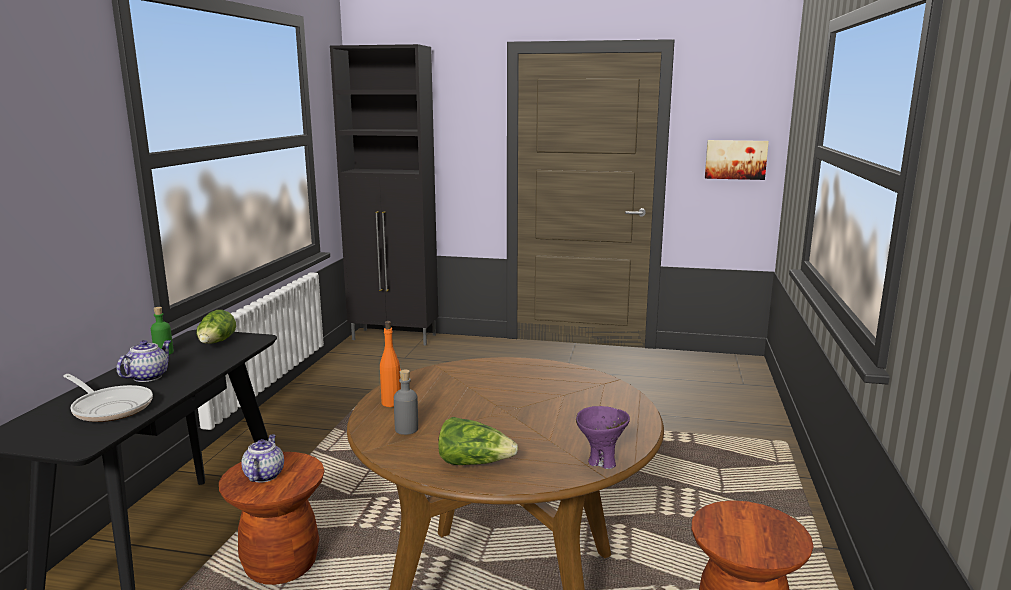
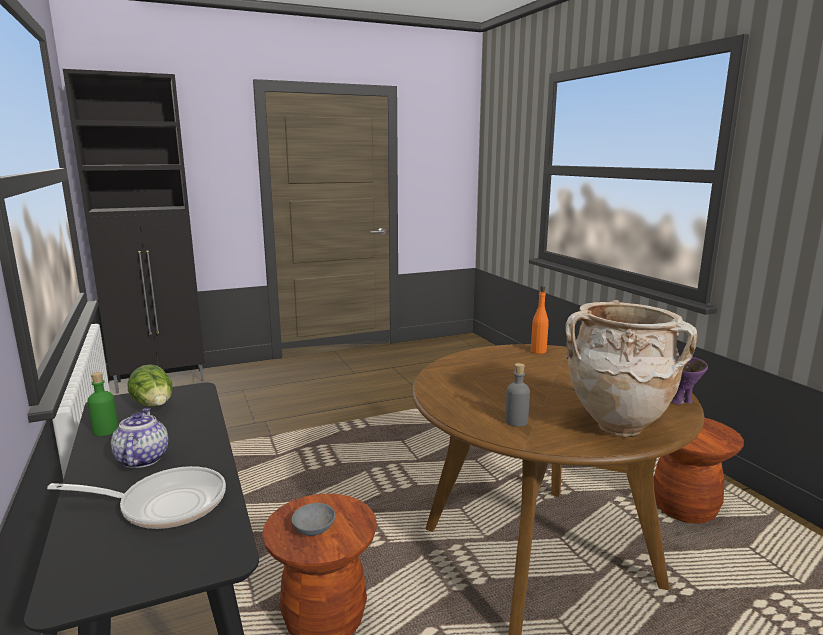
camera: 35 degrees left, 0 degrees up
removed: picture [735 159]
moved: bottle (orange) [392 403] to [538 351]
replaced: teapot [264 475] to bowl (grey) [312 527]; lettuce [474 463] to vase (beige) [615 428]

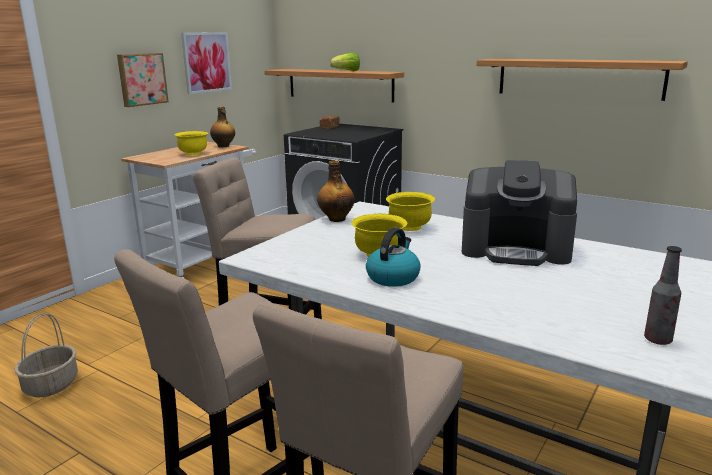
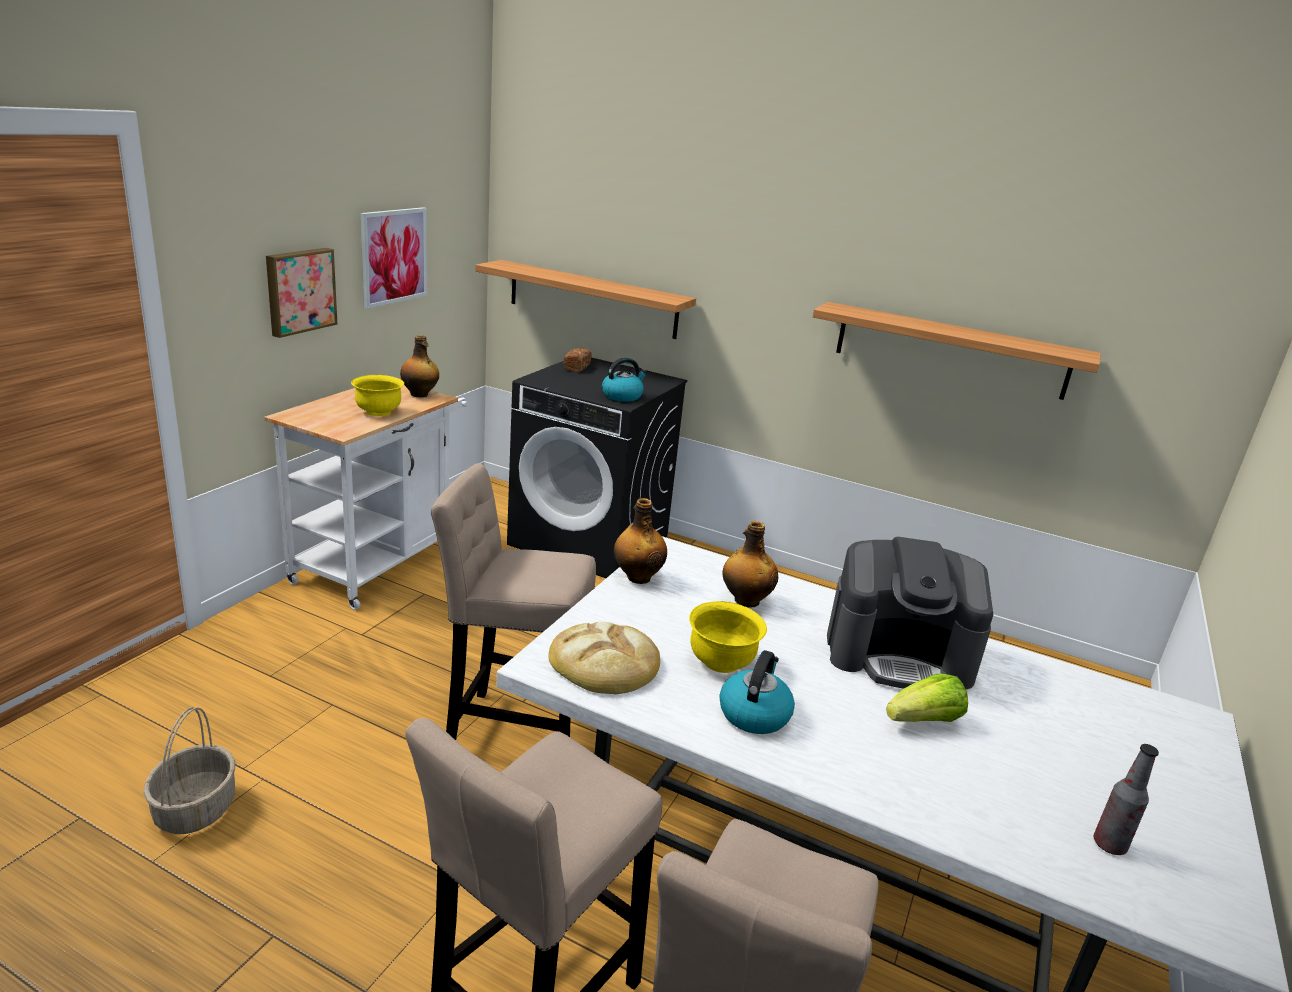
camera: 10 degrees left, 5 degrees up
added: bread [604 663]; kettle [622 396]
moved: lettuce [347 71] to [924 721]
replaced: bowl (yellow) [409 227] to bottle [745 600]

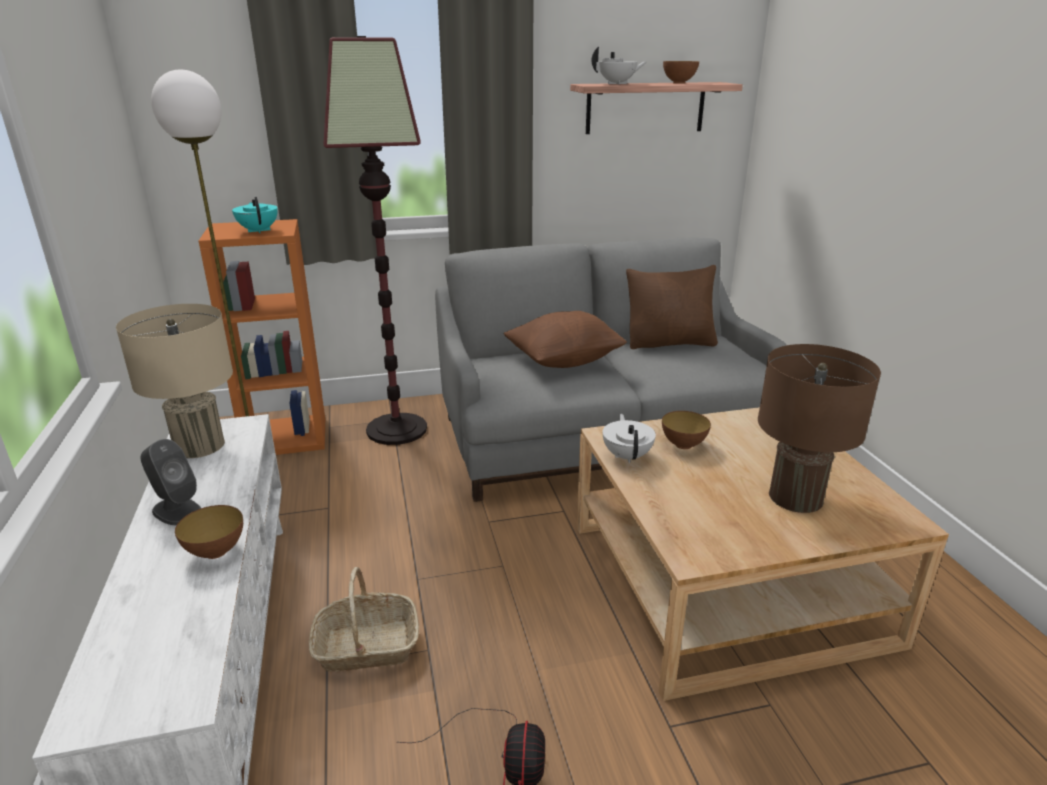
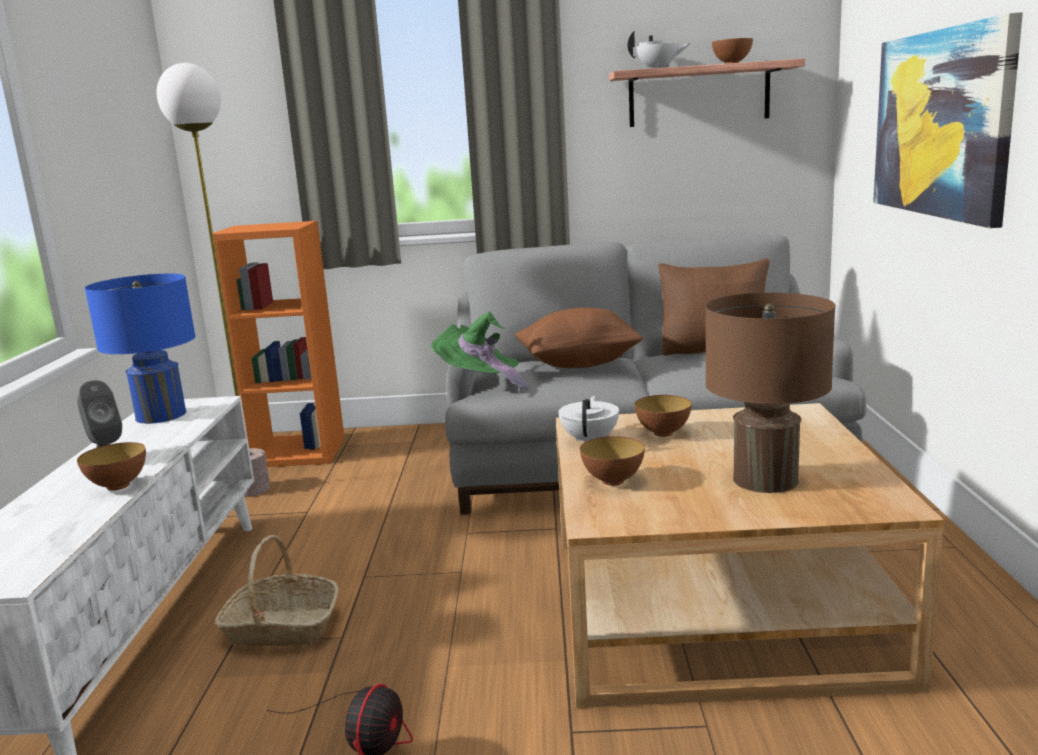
camera: 15 degrees right, 10 degrees down
removed: teapot (turquoise) [259 230]; floor lamp [397 429]
added: hat (green) [480 383]; bowl [613 481]; picture [940 123]
recoloured: table lamp (beige) [199 446] to table lamp (blue) [160 415]

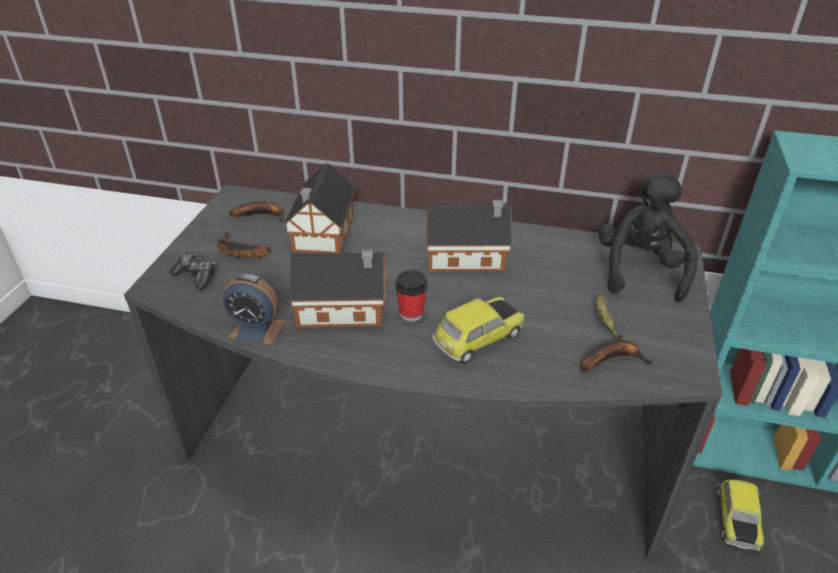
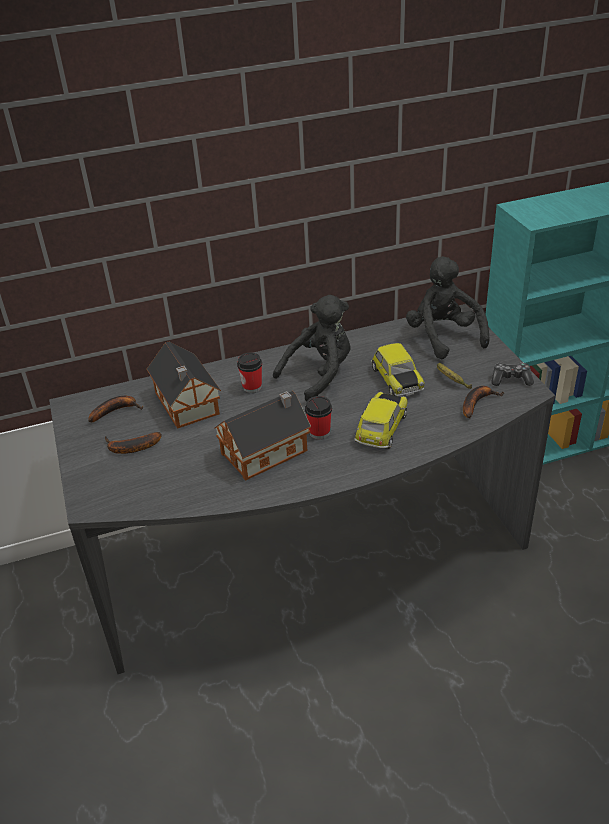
camera: 30 degrees left, 0 degrees up
removed: alarm clock [257 329]
added: cup [252 387]
moved: game controller [196 276] to [511 379]; toy car [735 519] to [396 380]
replaced: toy house [469 257] to plush toy (black) [320 375]

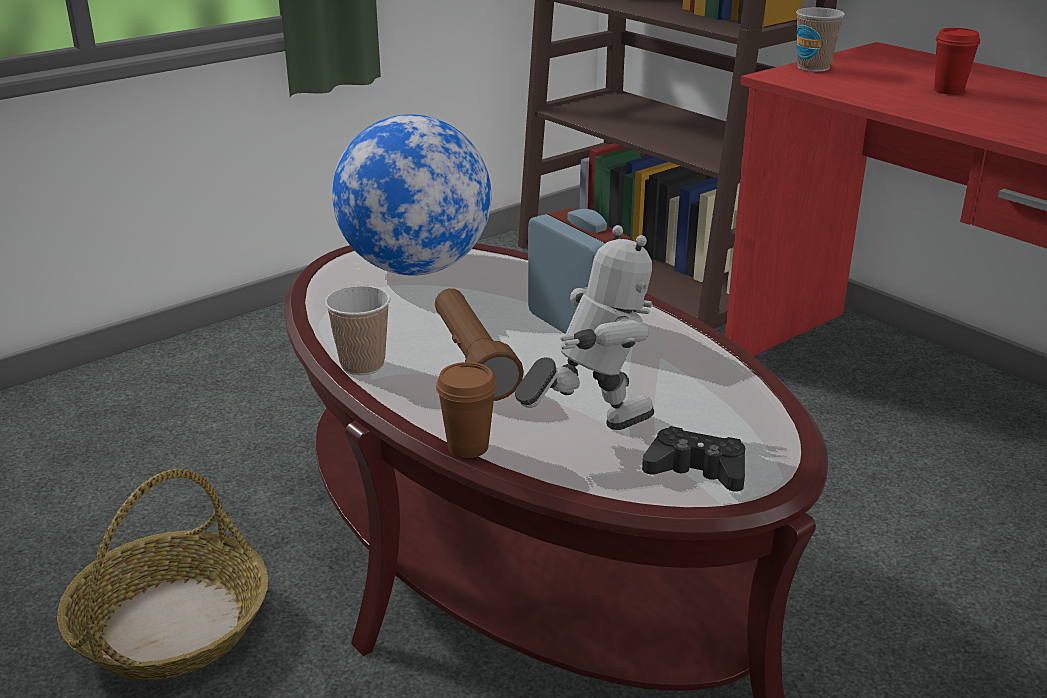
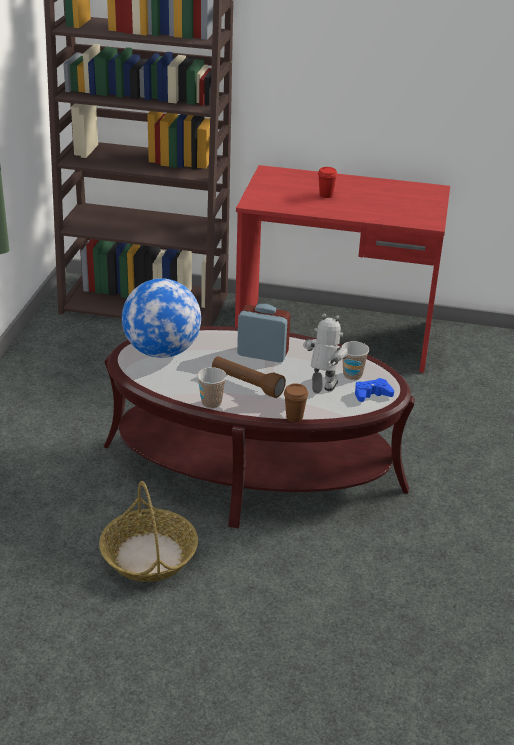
camera: 40 degrees left, 5 degrees up
moved: cup [813 67] to [352 375]
recoloured: game controller (black) [696 470] to game controller (blue) [372 394]

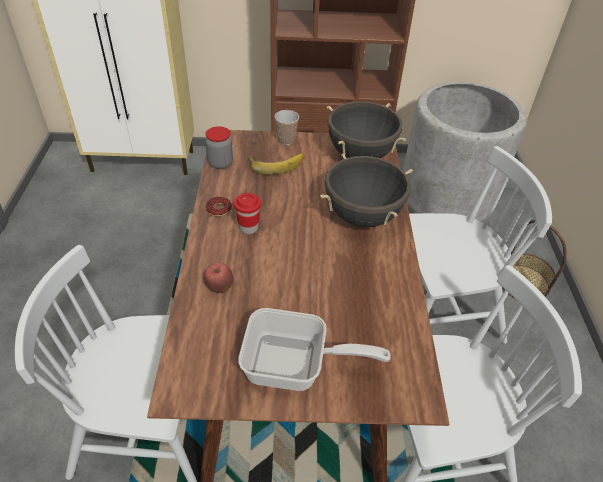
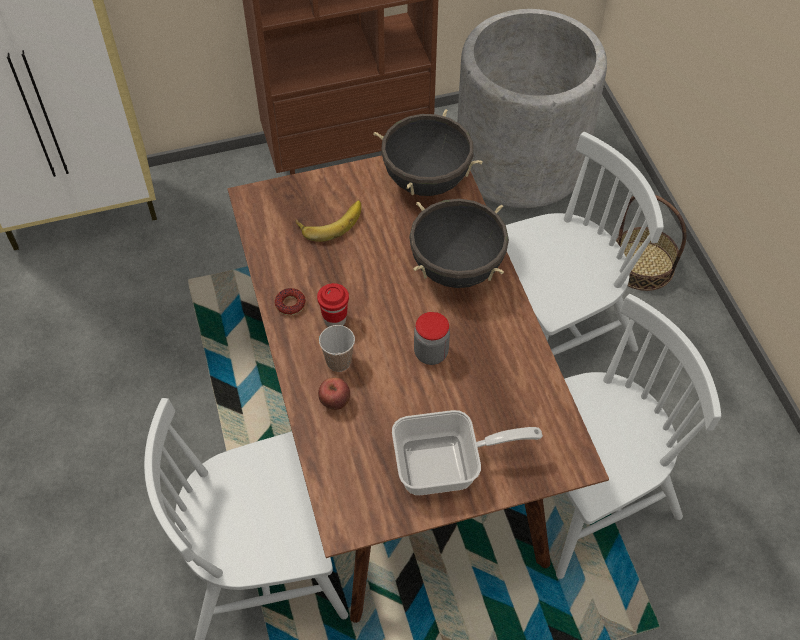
camera: 15 degrees left, 10 degrees up
moved: jar [220 163] to [431 353]; cup [286 140] to [338 362]

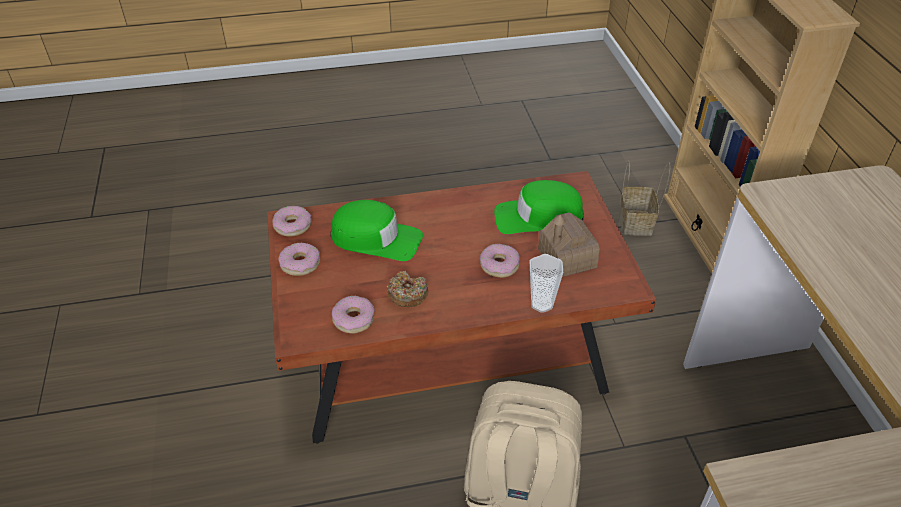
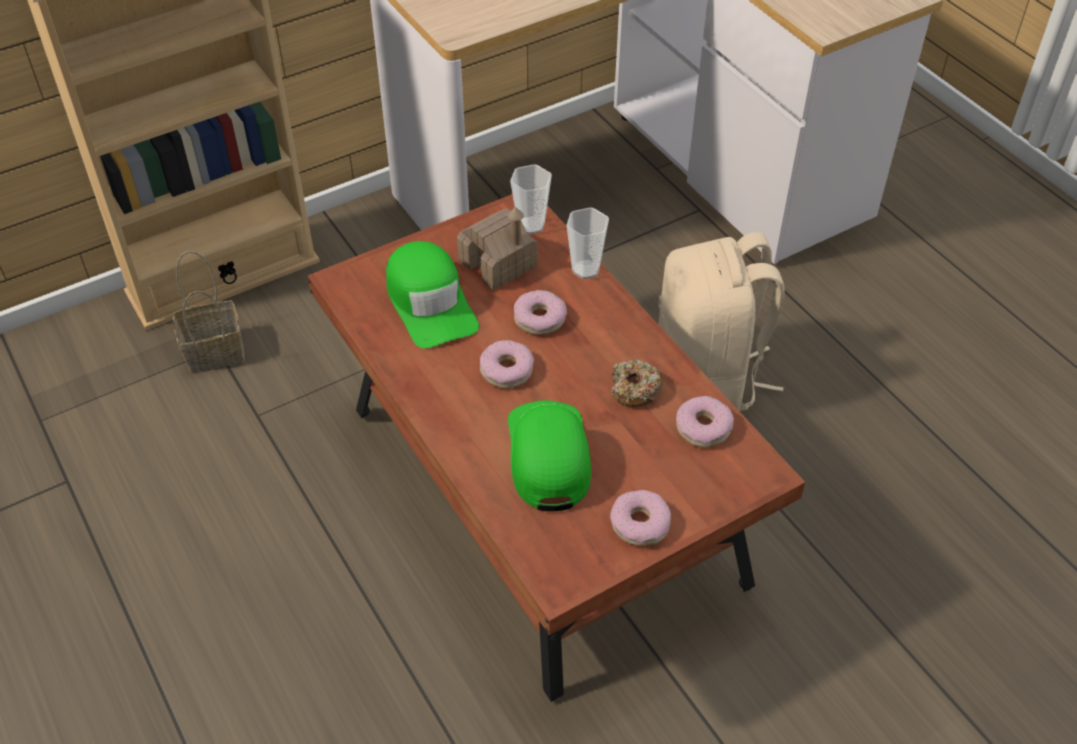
camera: 110 degrees left, 5 degrees up
added: cup [531 225]
moved: donut [292 226] to [506 370]

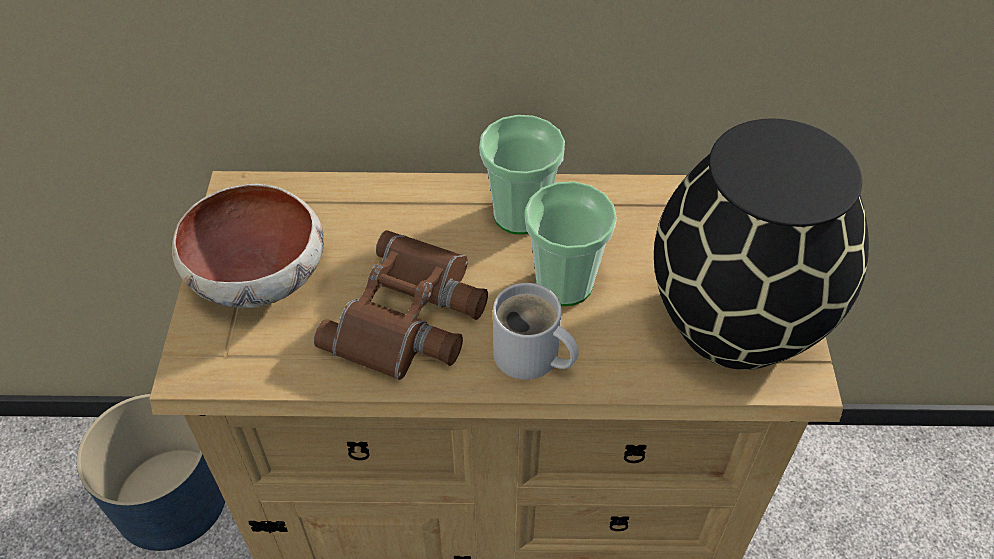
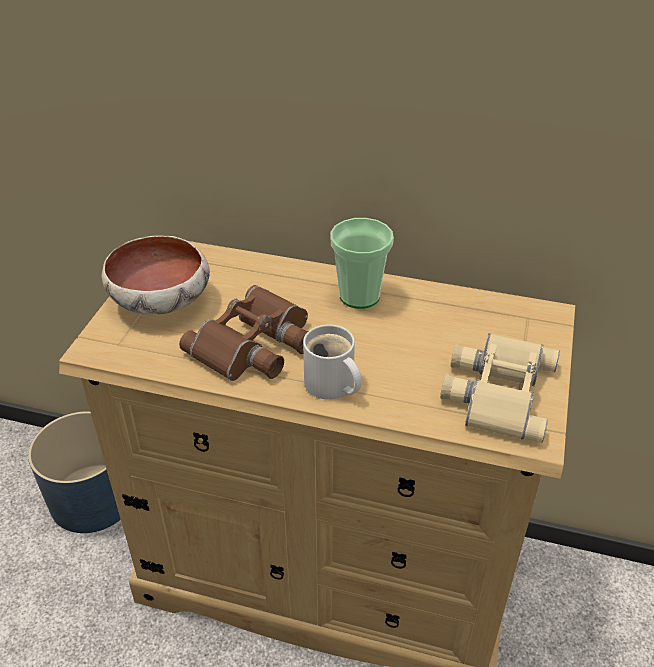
camera: 15 degrees right, 10 degrees down
removed: cup [564 284]
replaced: vase (black) [733 320] to binoculars (beige) [496 391]

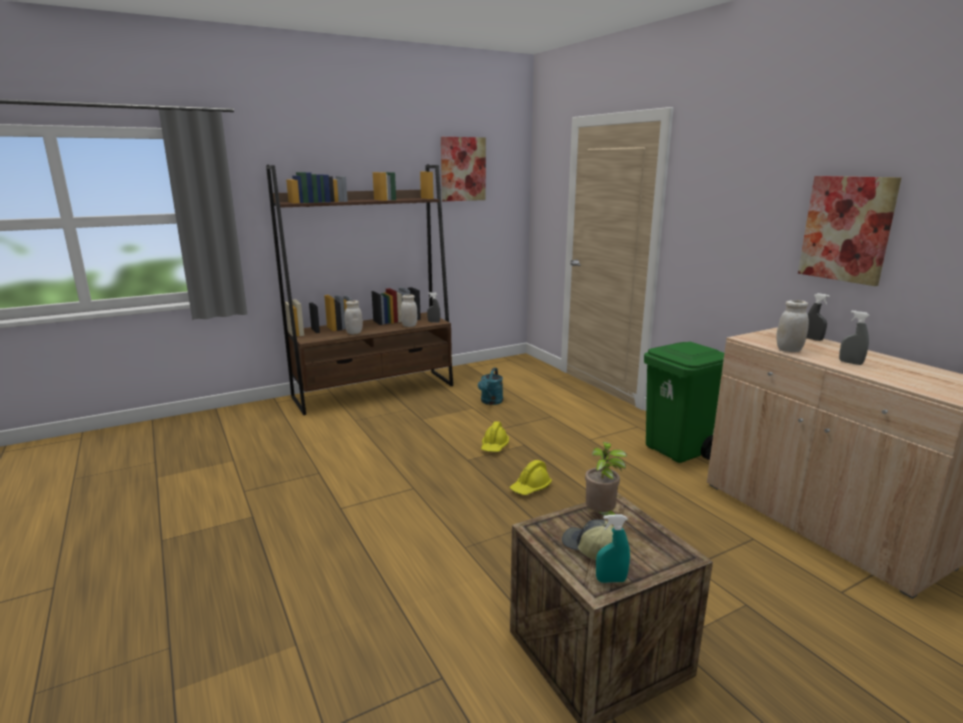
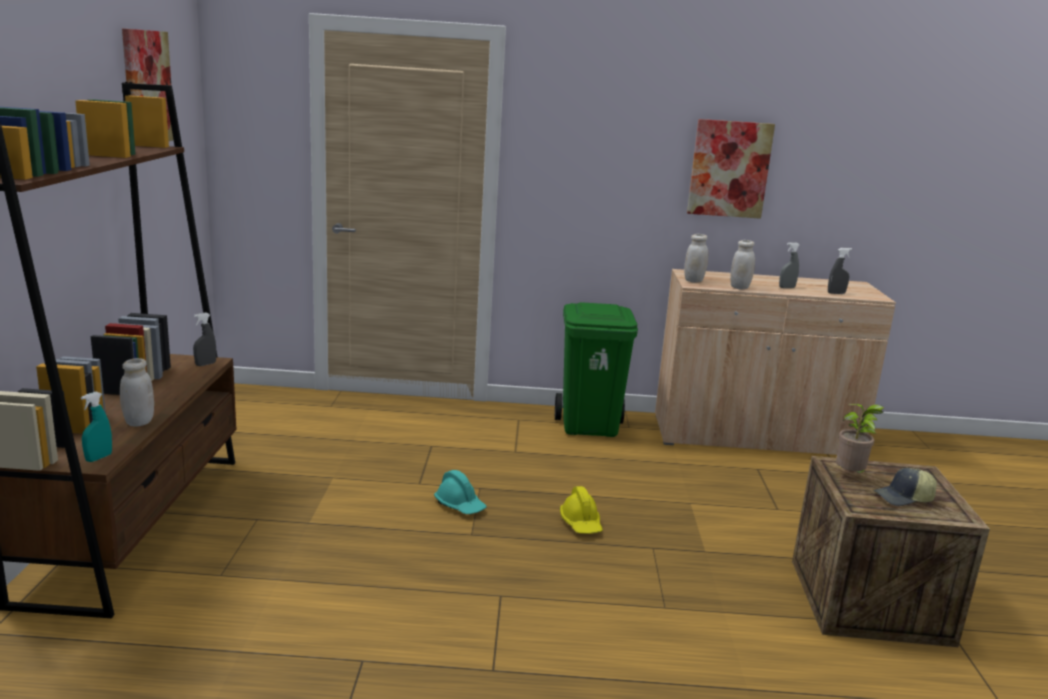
camera: 60 degrees left, 0 degrees up
removed: watering can (turquoise) [490 402]
moved: jar (white) [409 326] to [694 281]; spray bottle (turquoise) [611 580] to [98 458]; spray bottle (grey) [813 339] to [836 293]
recoloured: hard hat (yellow) [494 446] to hard hat (turquoise) [460 505]

